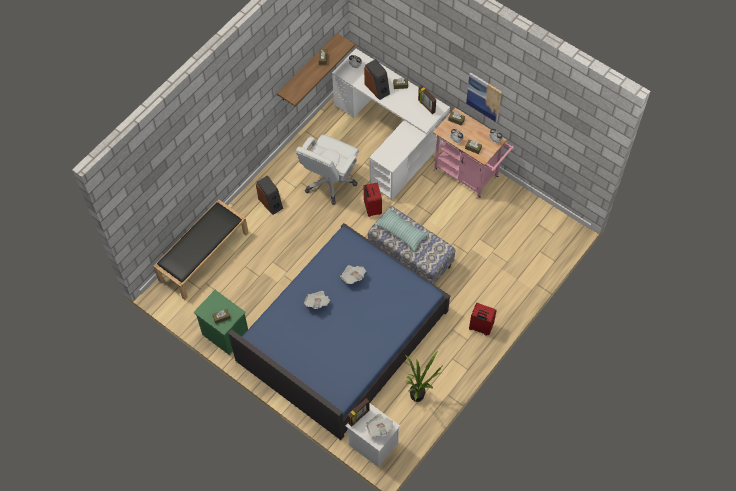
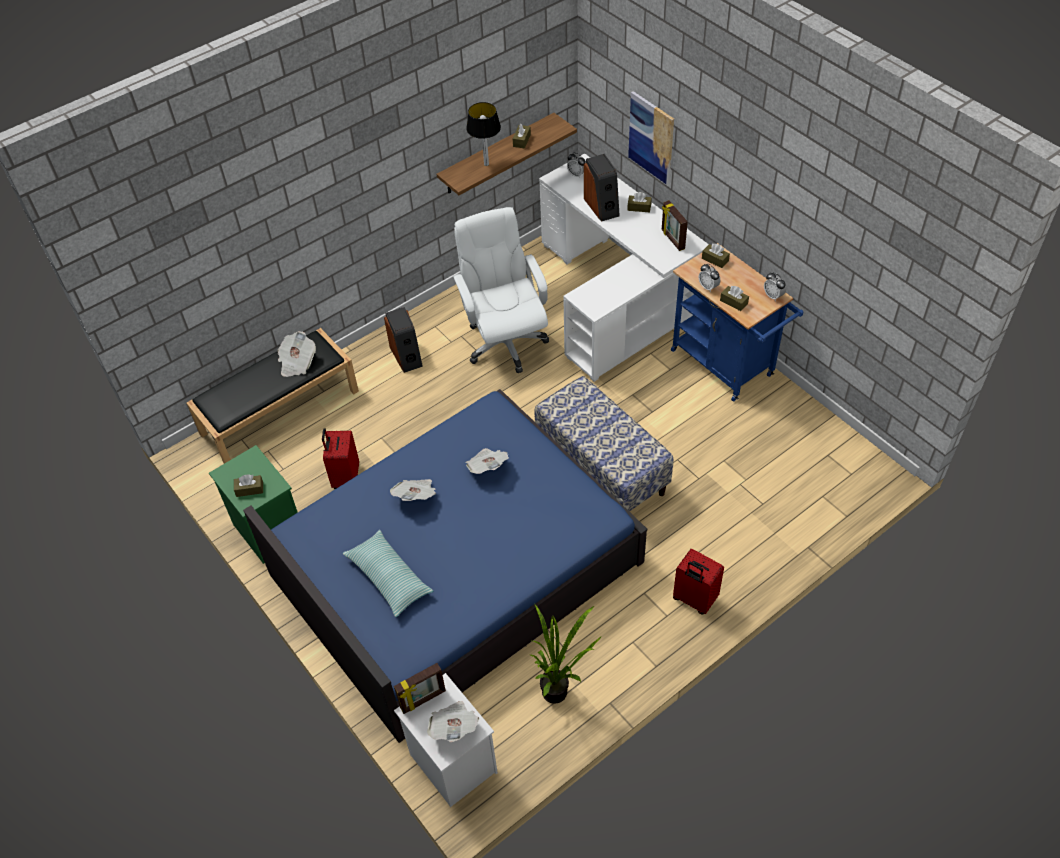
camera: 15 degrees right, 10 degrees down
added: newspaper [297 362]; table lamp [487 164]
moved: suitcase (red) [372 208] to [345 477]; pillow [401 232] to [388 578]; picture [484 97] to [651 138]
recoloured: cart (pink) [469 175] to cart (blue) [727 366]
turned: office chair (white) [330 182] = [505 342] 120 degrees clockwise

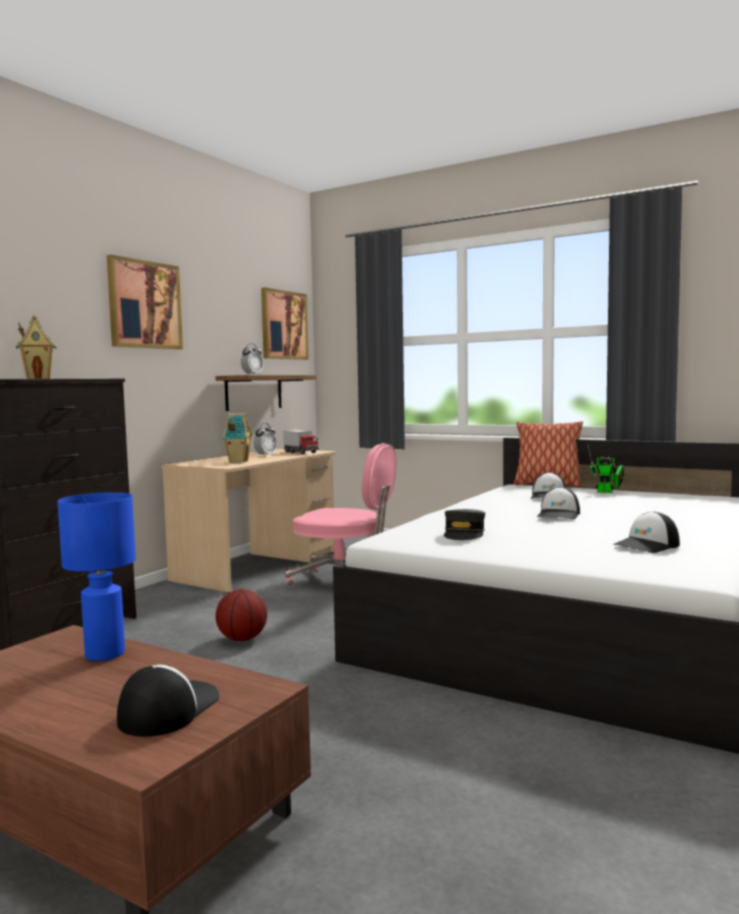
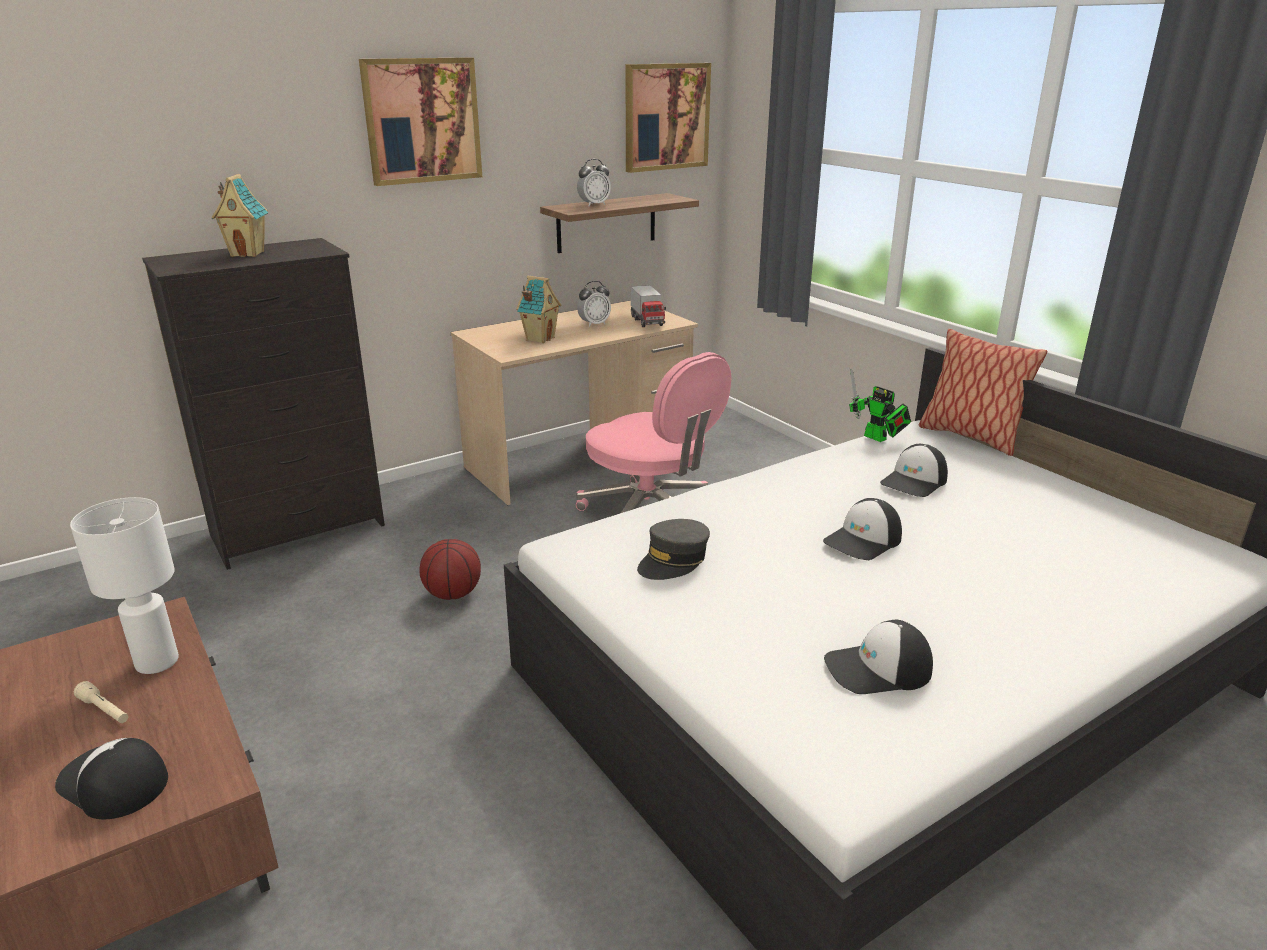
camera: 25 degrees right, 20 degrees up
added: flashlight (beige) [105 710]
moved: toy robot [607 492] to [878 438]
recoloured: table lamp (blue) [105 654] to table lamp (white) [158 662]
turned: cap [168 709] = [112 782] 105 degrees counterclockwise

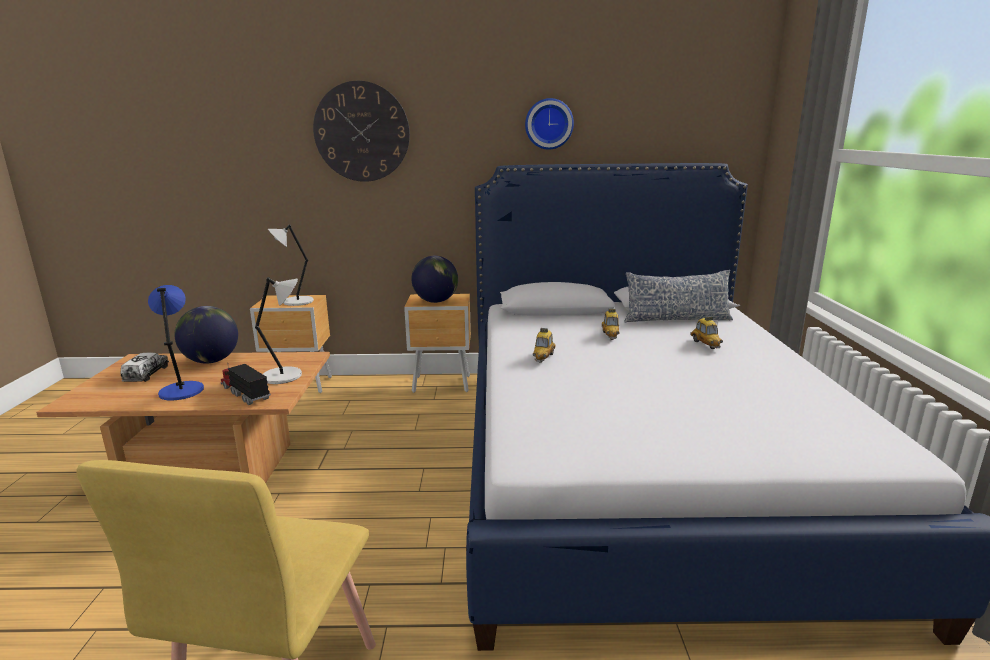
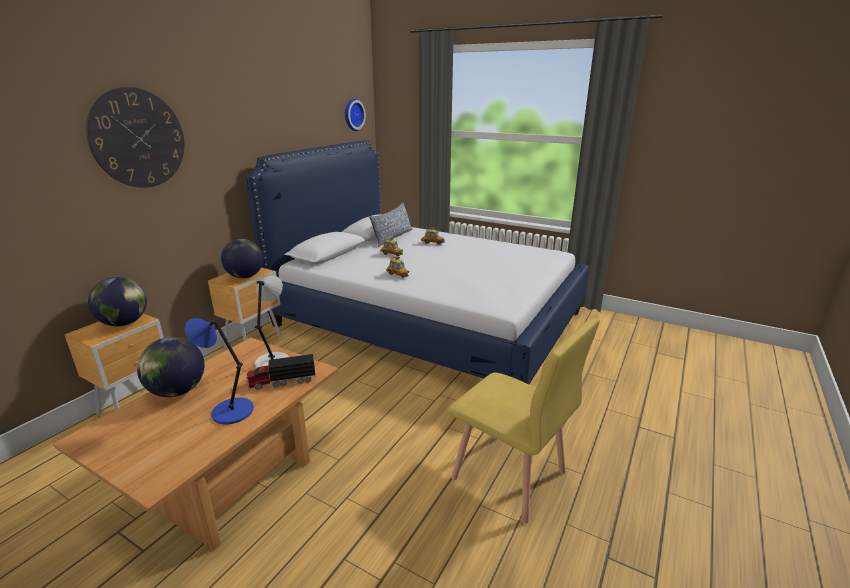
camera: 60 degrees left, 5 degrees up
removed: toy truck [146 374]
moved: wall clock [549 124] to [352 114]
replaced: table lamp (grey) [296 302] to globe [124 323]

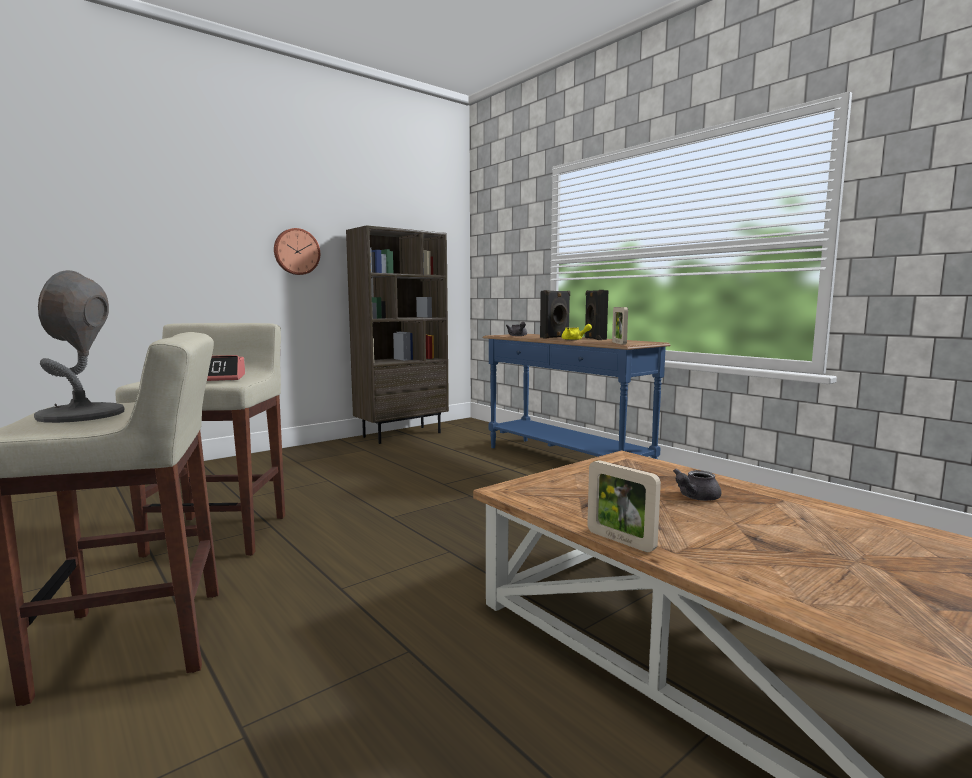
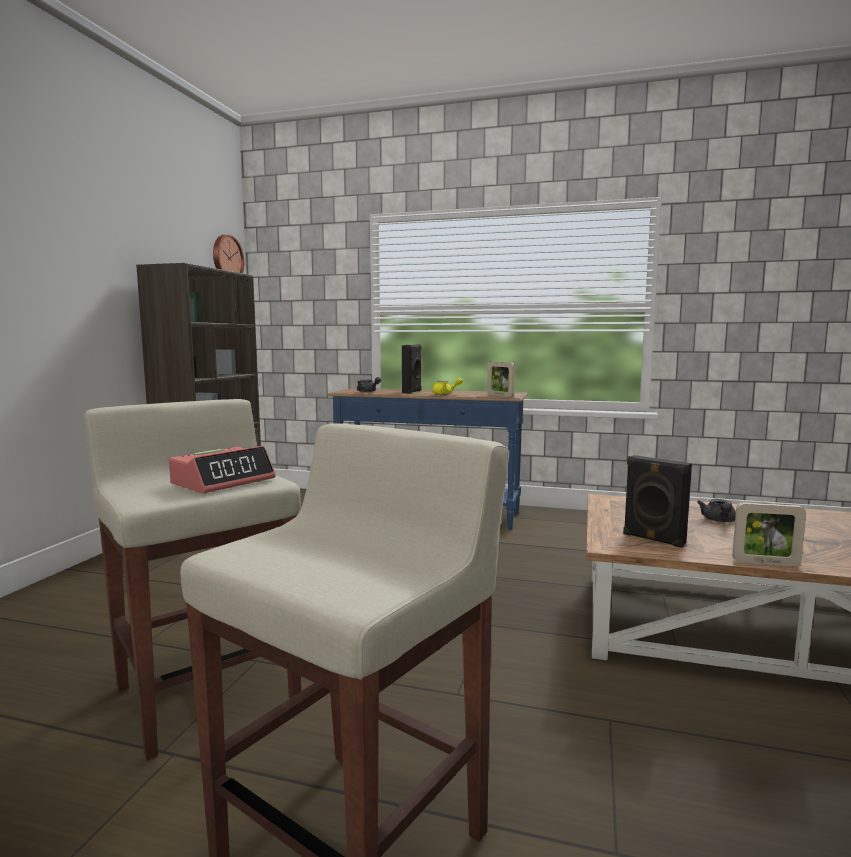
camera: 35 degrees left, 0 degrees up
removed: table lamp (grey) [81 415]
moved: wall clock [296 251] to [226 258]; speaker (black) [594 339] to [653 539]

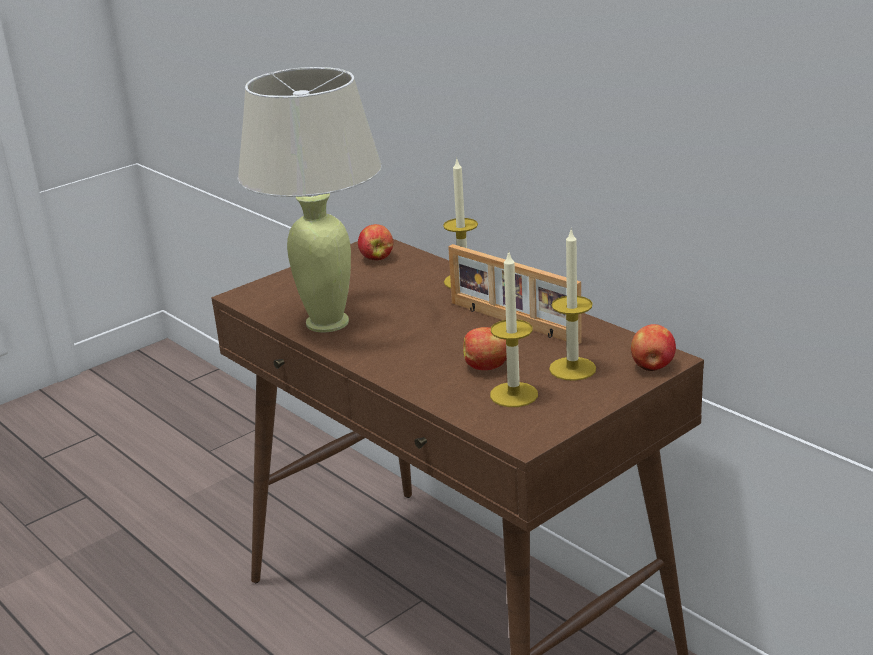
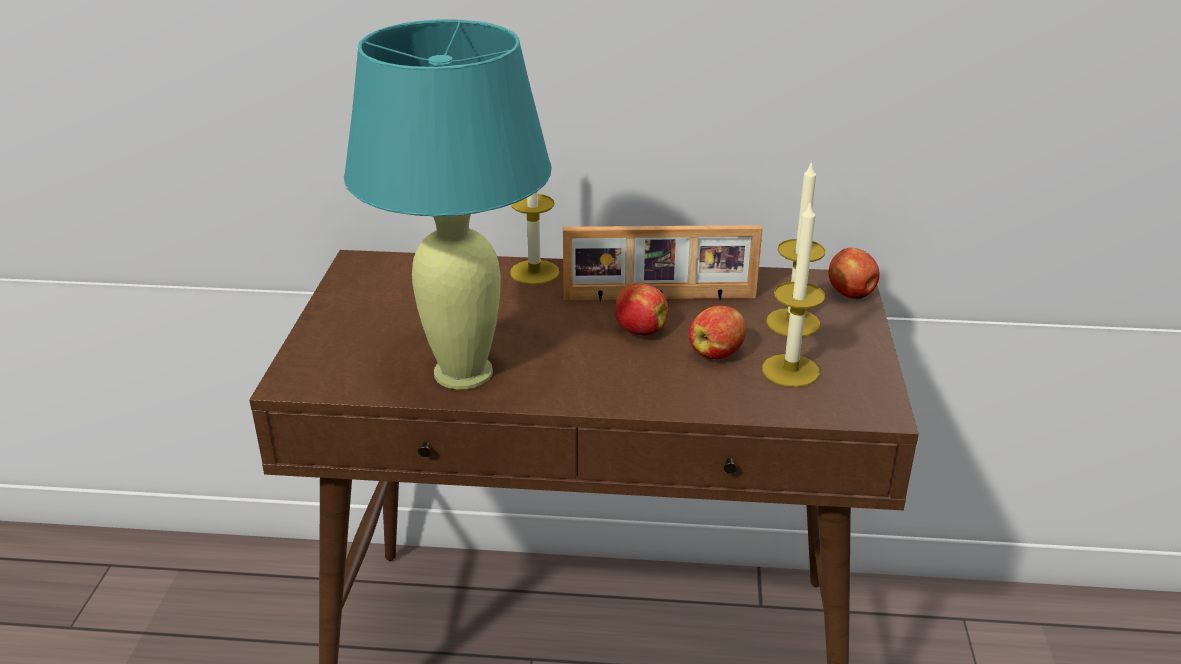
camera: 45 degrees left, 5 degrees up
moved: apple [376 258] to [639 330]
recoloured: table lamp (beige) [327 322] to table lamp (turquoise) [462 372]

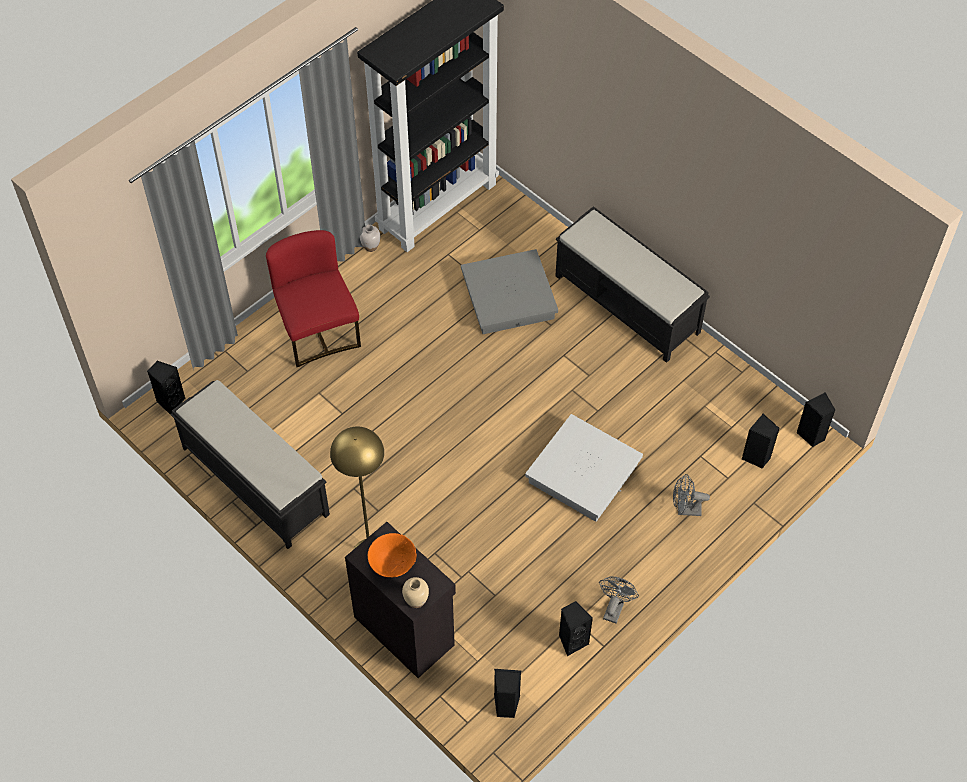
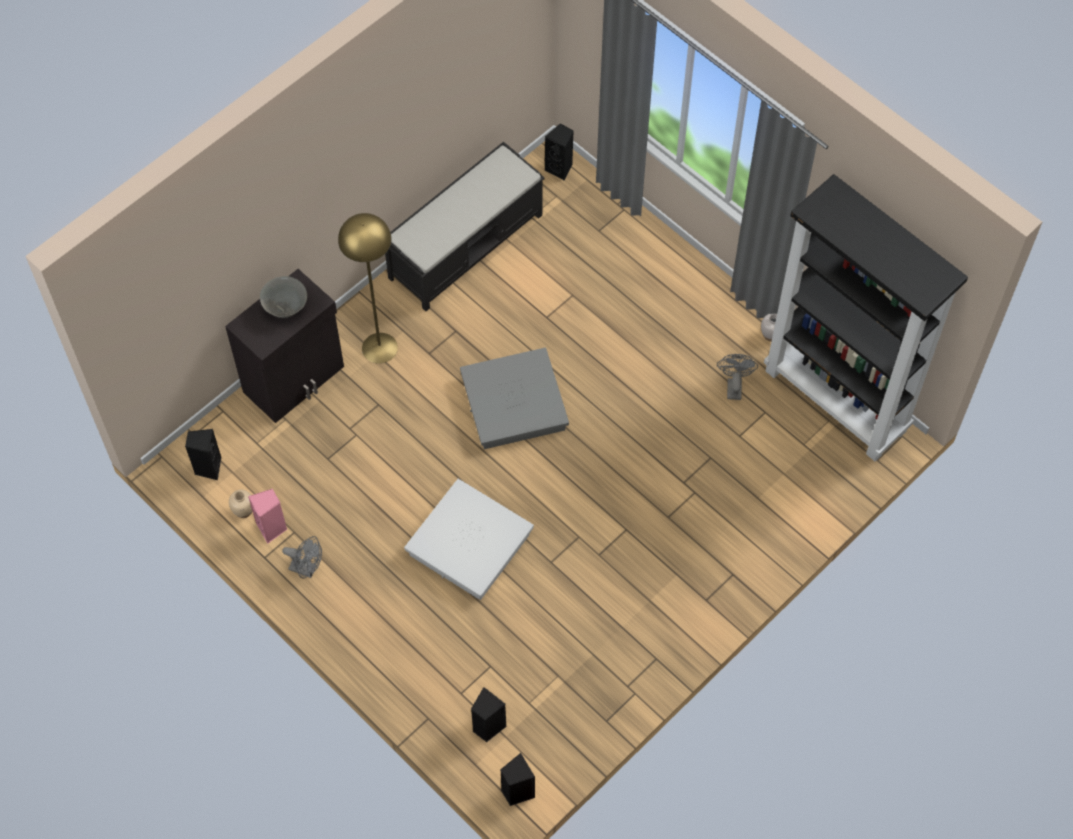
camera: 90 degrees right, 5 degrees up
removed: chair (red) [318 331]; bench (black) [628 305]
moved: vase (beige) [416 600] to [244 511]; storage box (grey) [509 297] to [514 404]; fan (grey) [685 510] to [733 385]
recoloured: bowl (orange) [392 565] to bowl (grey) [286 307]; speaker (black) [572 641] to speaker (pink) [272 528]

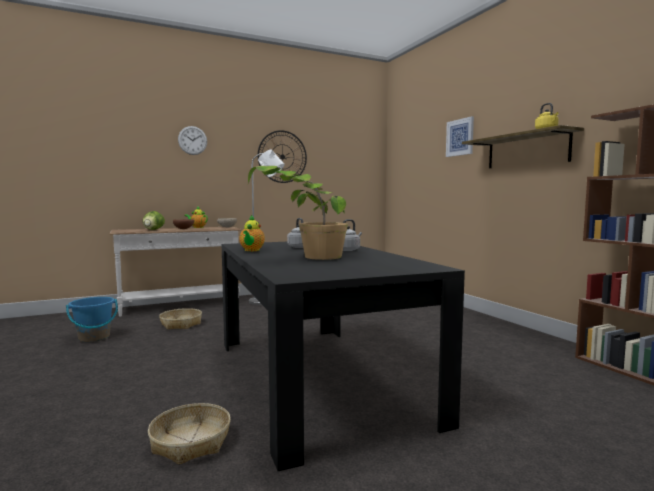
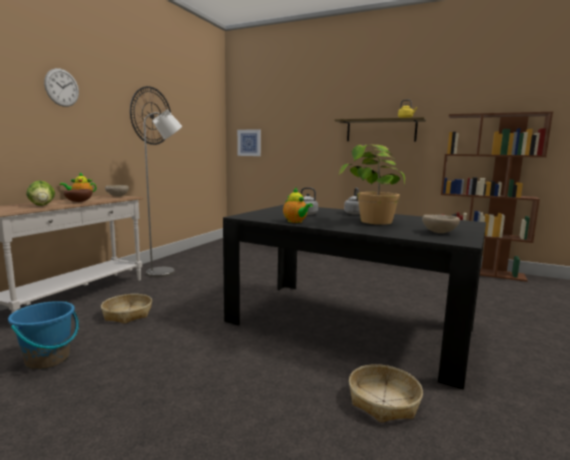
camera: 40 degrees left, 5 degrees up
added: bowl (beige) [439 232]
moved: picture [460 137] to [249 142]

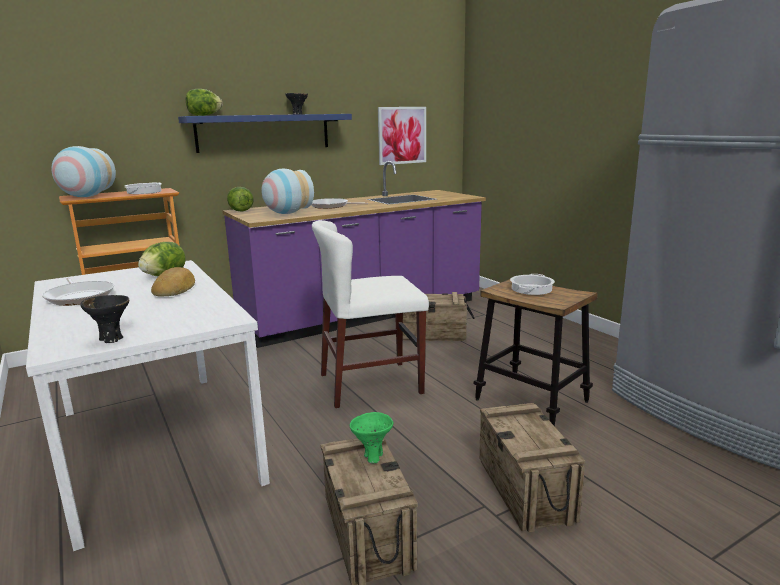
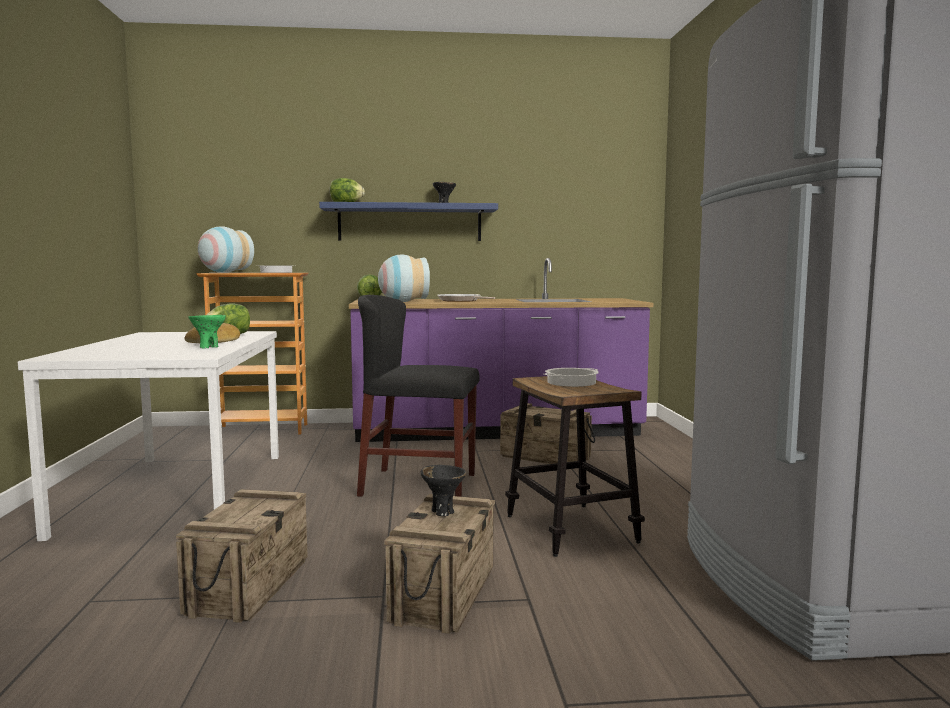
camera: 25 degrees right, 10 degrees down
removed: frying pan [80 297]; picture [402 135]
moved: bowl (black) [111 339] to [442 512]; bowl (green) [373 456] to [208 347]
recoloured: chair (white) [371 383] to chair (black) [419 484]

